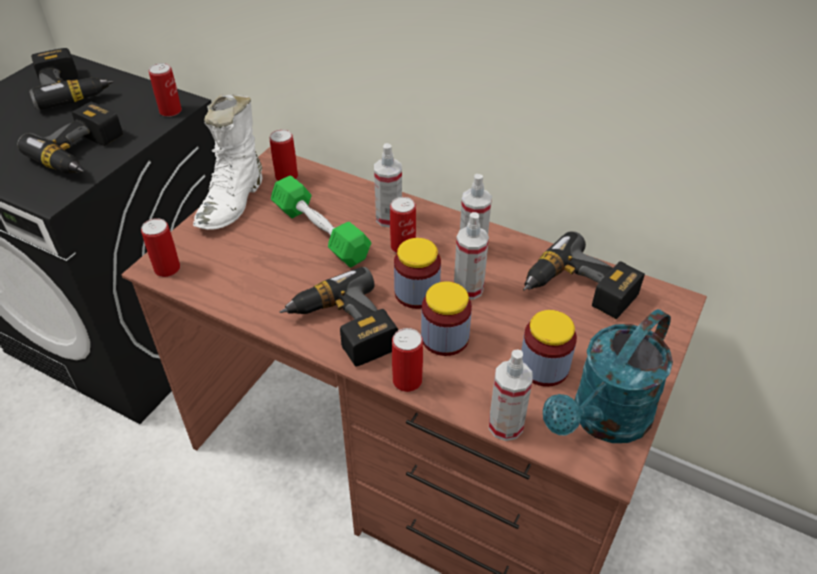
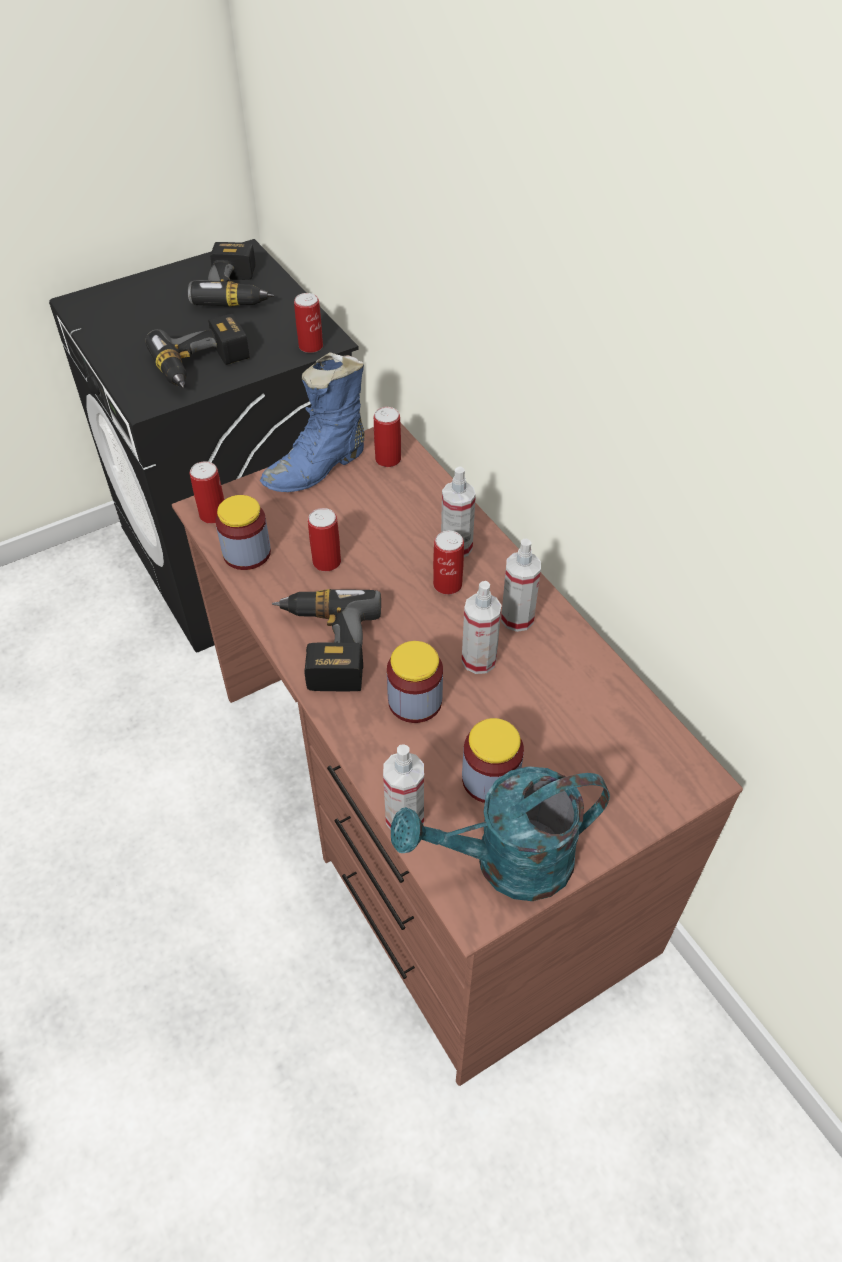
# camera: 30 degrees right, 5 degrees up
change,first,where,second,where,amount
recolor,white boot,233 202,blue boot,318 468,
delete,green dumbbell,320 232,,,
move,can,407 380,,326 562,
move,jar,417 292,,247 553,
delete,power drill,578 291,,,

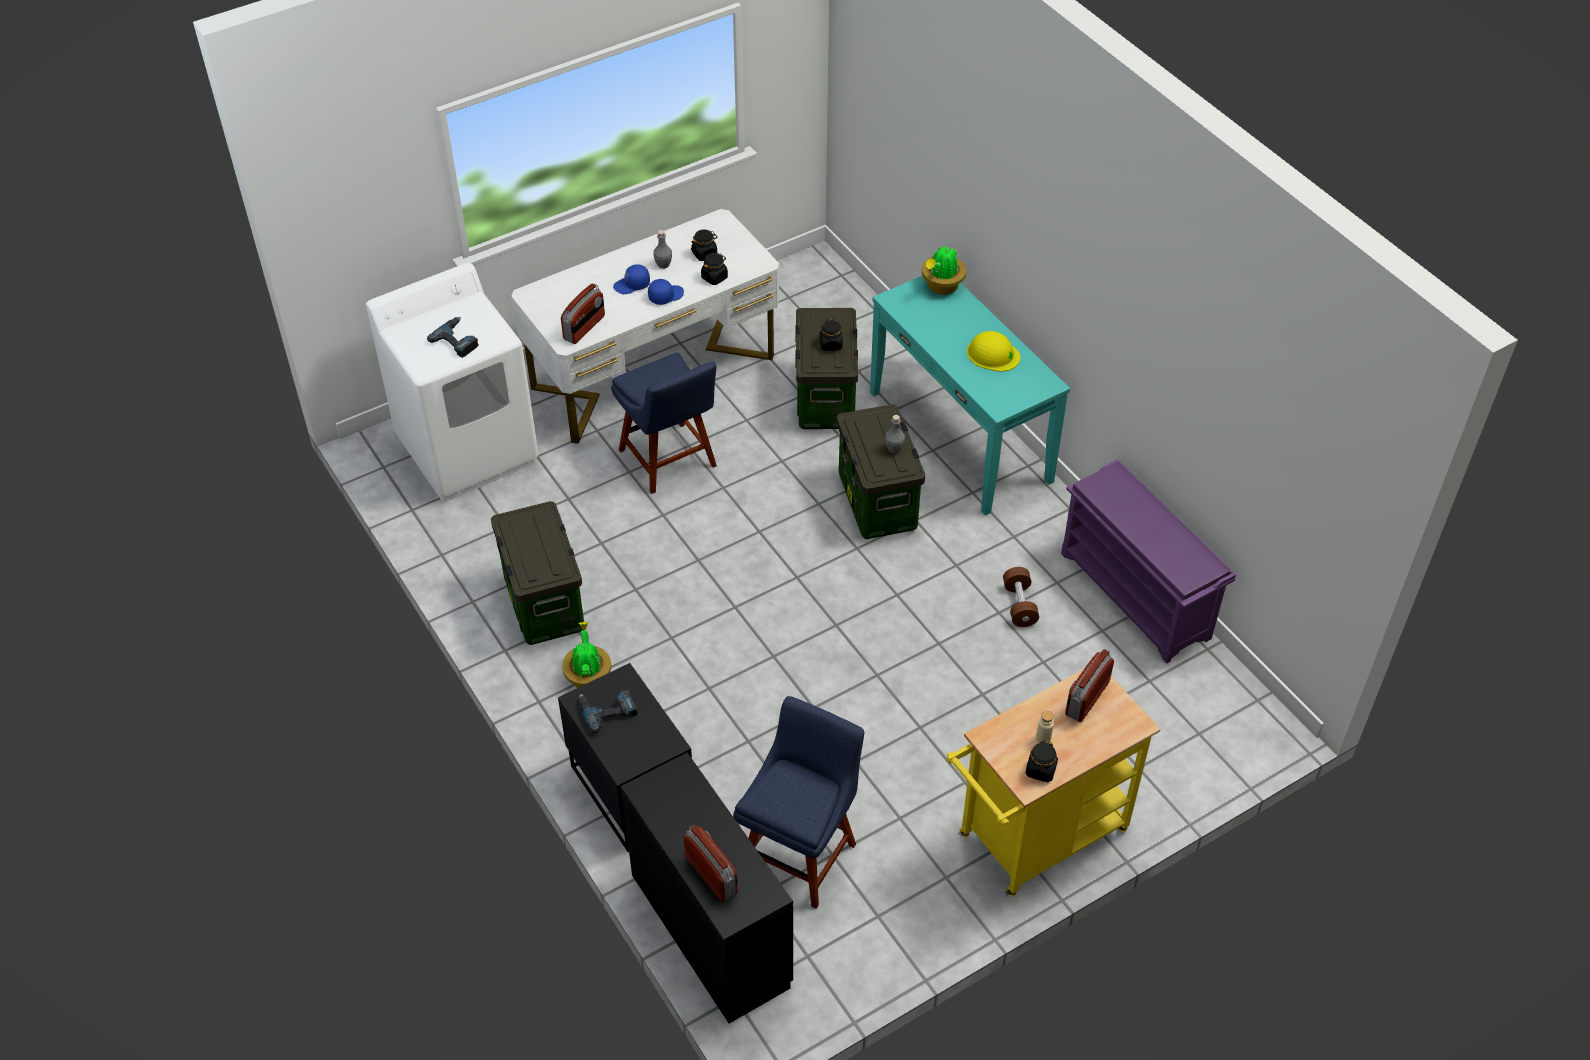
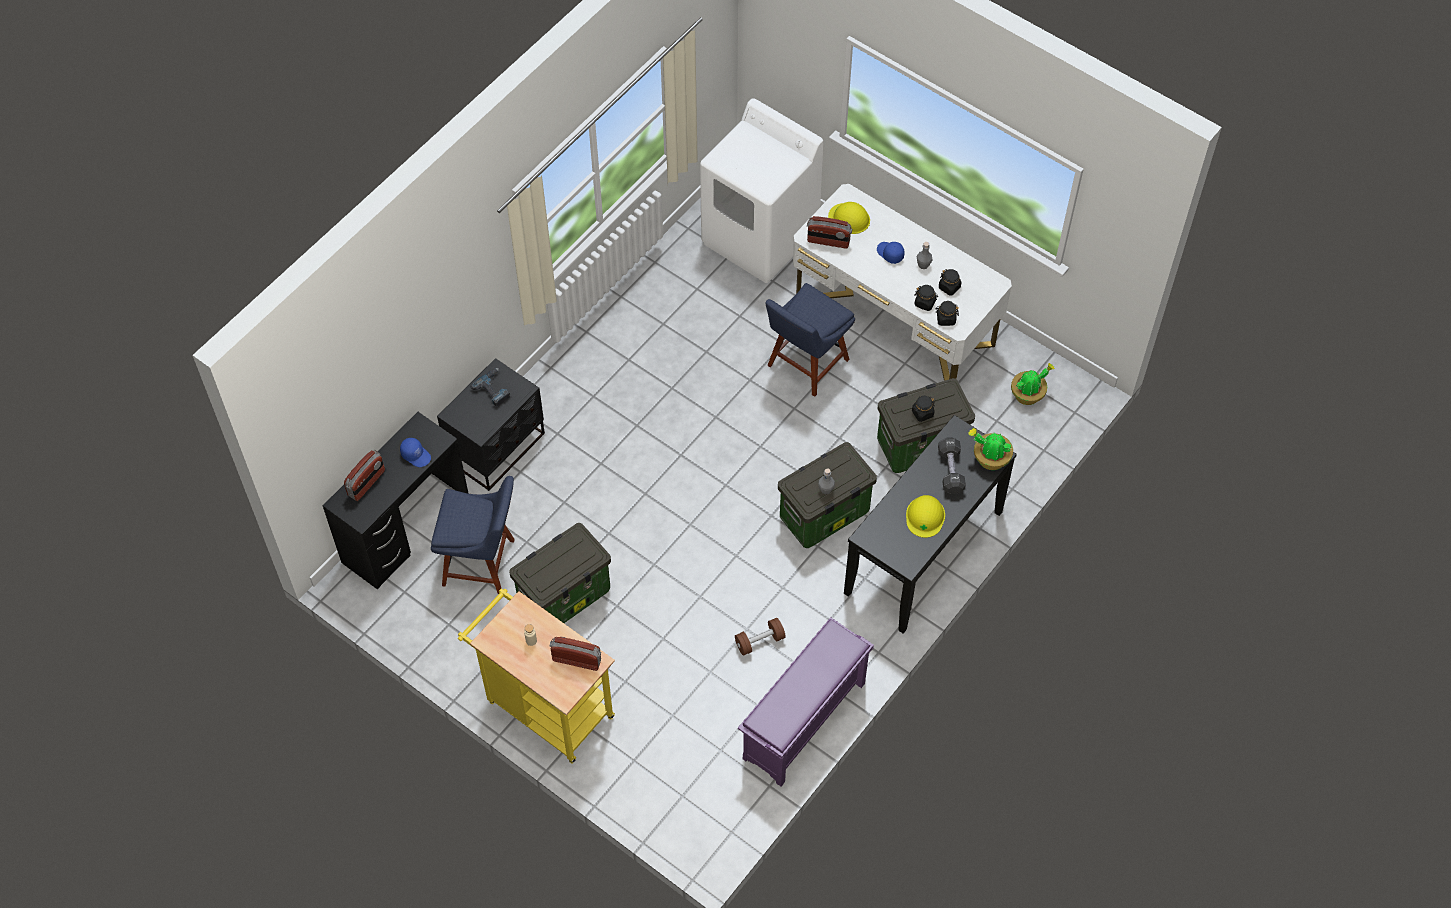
# camera: 70 degrees right, 10 degrees up
change,first,where,second,where,amount
delete,power drill,457 340,,,
move,storage box,543 603,,565 596,
move,potted plant,588 676,,1028 394,
move,blue cap,665 295,,416 455,
recolor,turquoise console table,960 436,black console table,924 552,
move,black jar,1041 770,,945 319,
insert,,,yellow hard hat,849 218,
insert,,,black dumbbell,950 471,

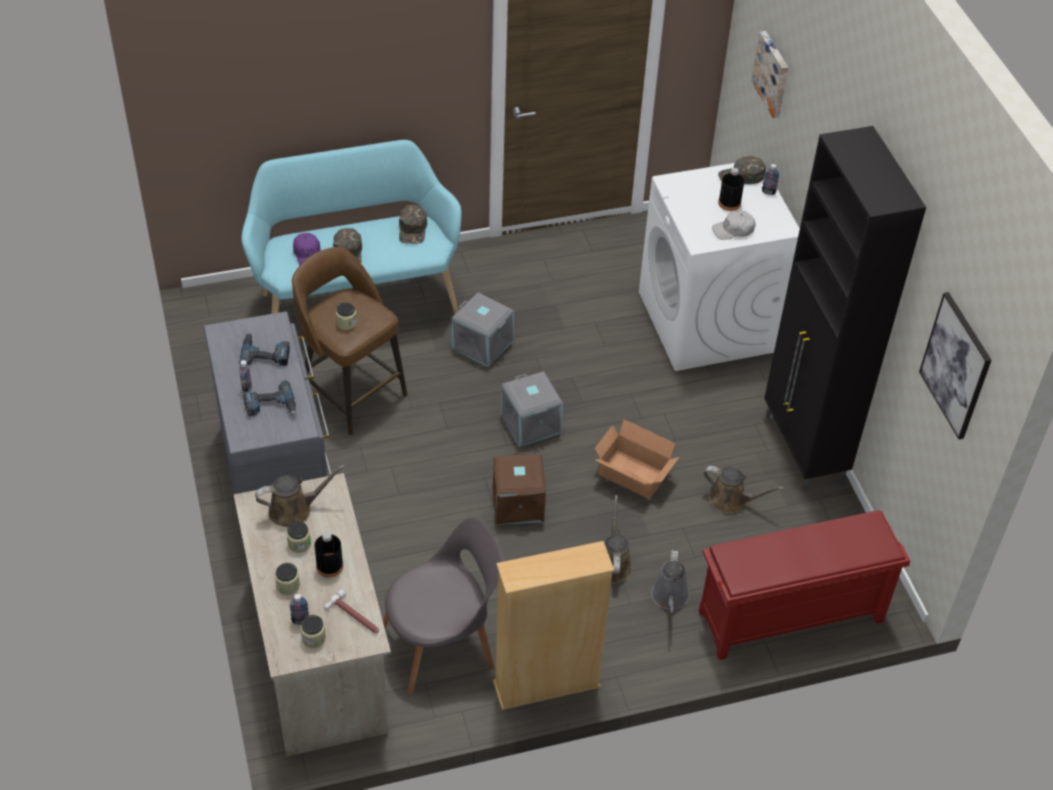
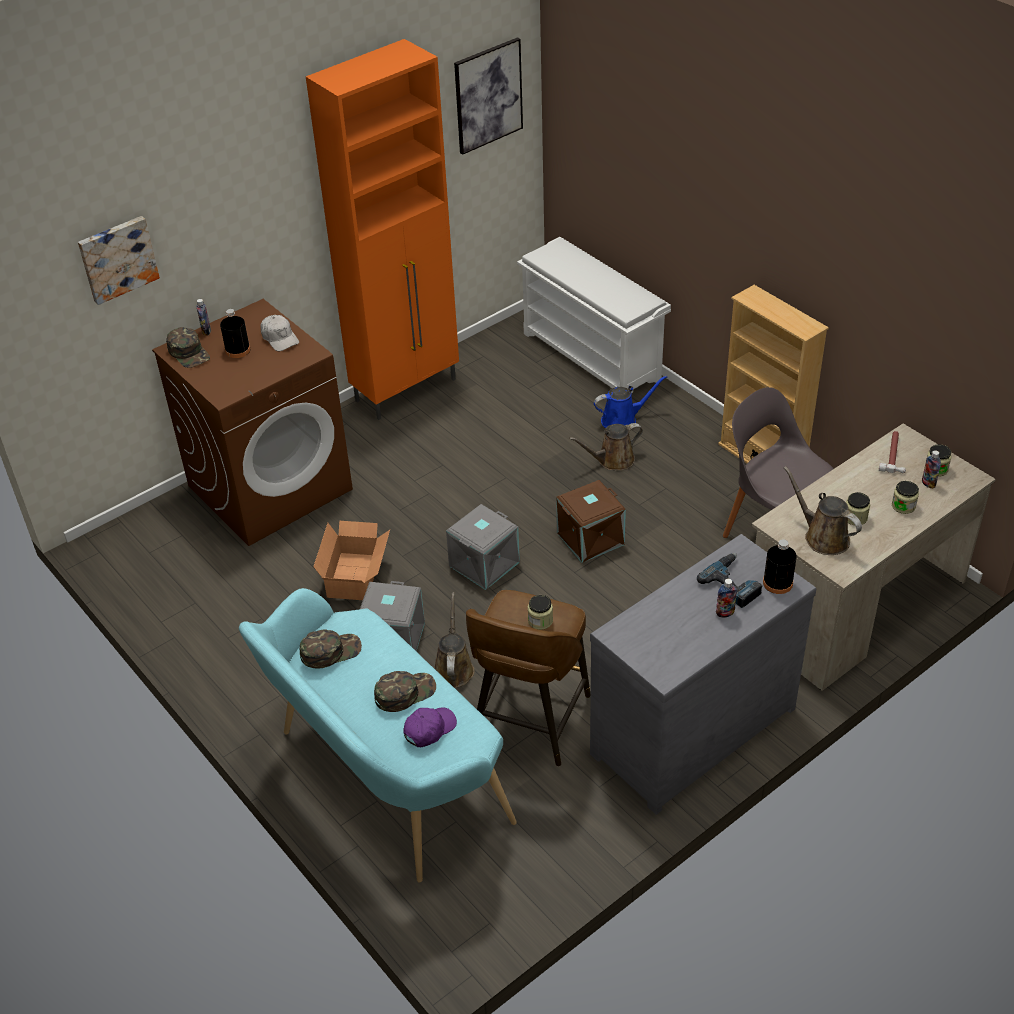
# camera: 110 degrees left, 5 degrees down
change,first,where,second,where,amount
delete,power drill,265 353,,,
move,black bottle,329 566,,777 583,
move,cardboard box,633 476,,357 575,
recolor,white washing machine,707 322,brown washing machine,270 487,
recolor,grey watering can,670 598,blue watering can,622 420,
recolor,red shoe rack,789 618,white shoe rack,593 357,
move,brown watering can,731 500,,453 668,
recolor,black cabinet,803 450,orange cabinet,407 389,

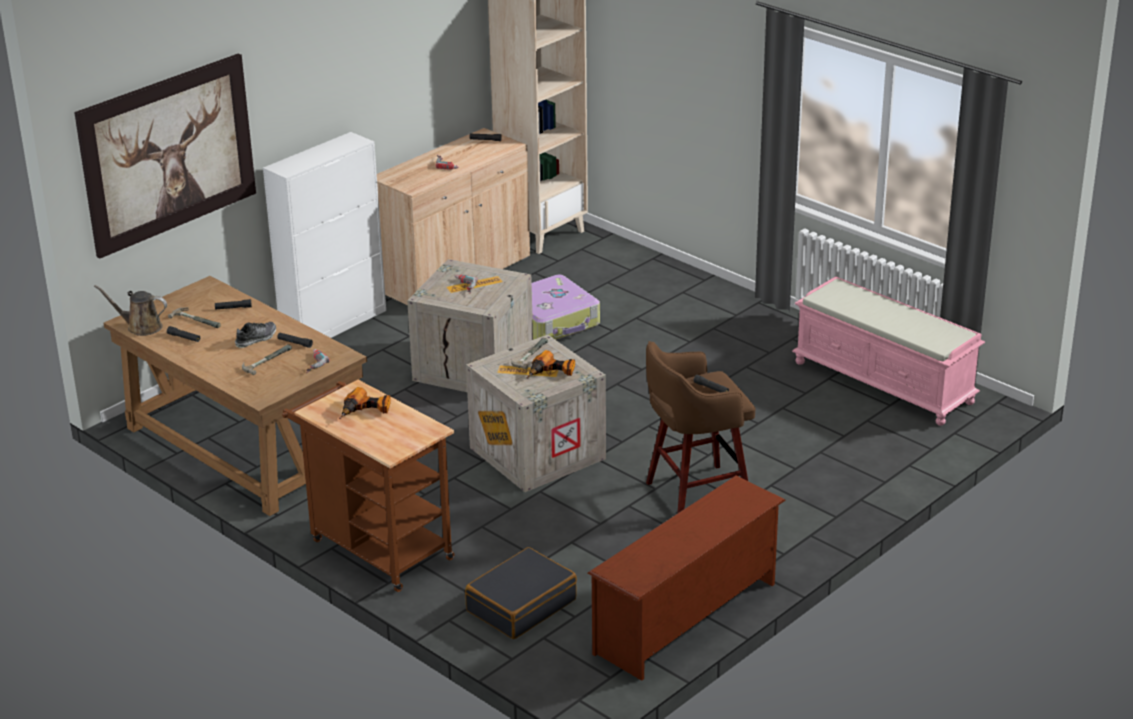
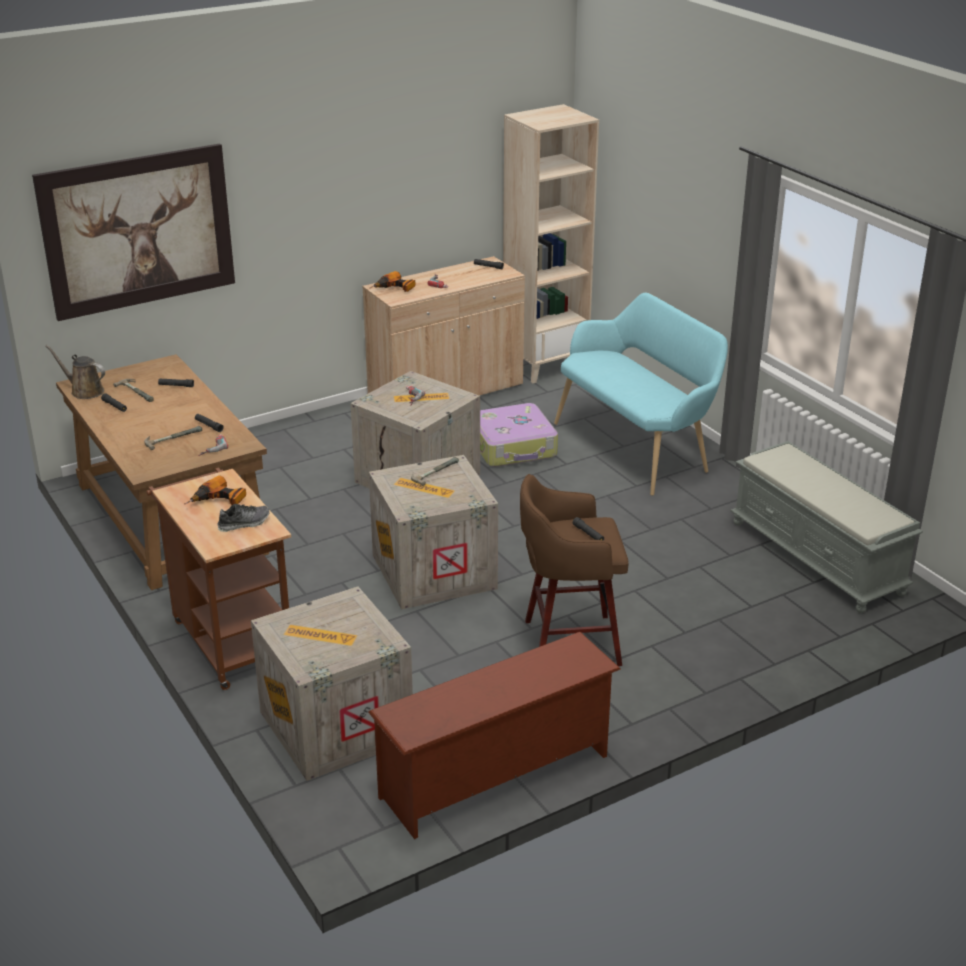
# camera: 15 degrees right, 0 degrees up
change,first,where,second,where,amount
move,shoe,256 339,,244 523,
delete,white cabinet,334 324,,,
replace,black suitcase,521 605,crate,335 728,
move,power drill,552 373,,394 289,
recolor,pink bench,885 382,grey bench,818 557,
insert,,,turquoise bench,637 447,

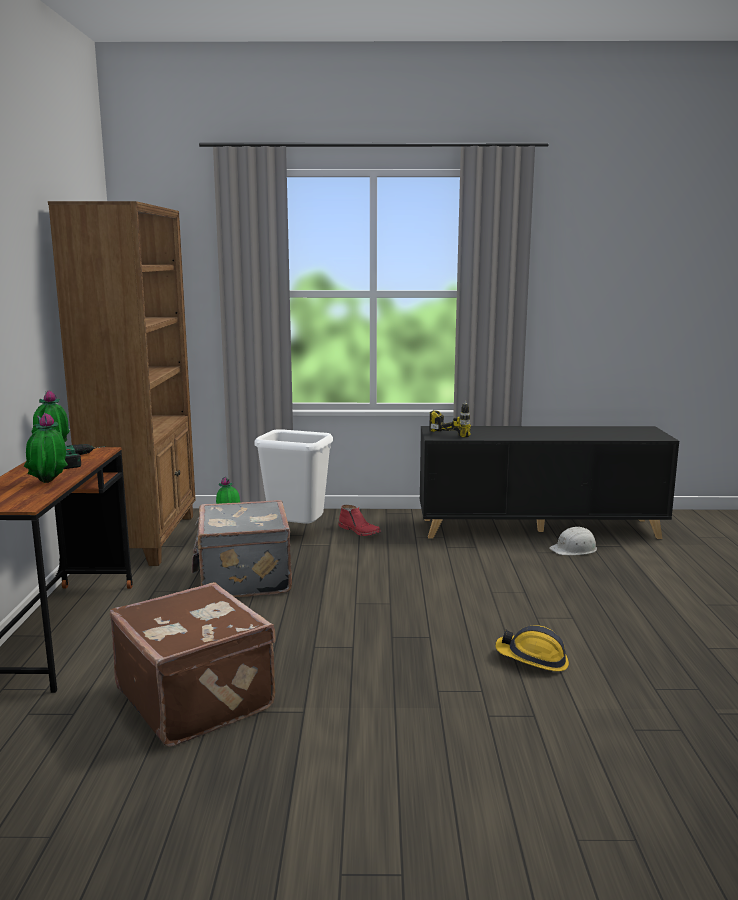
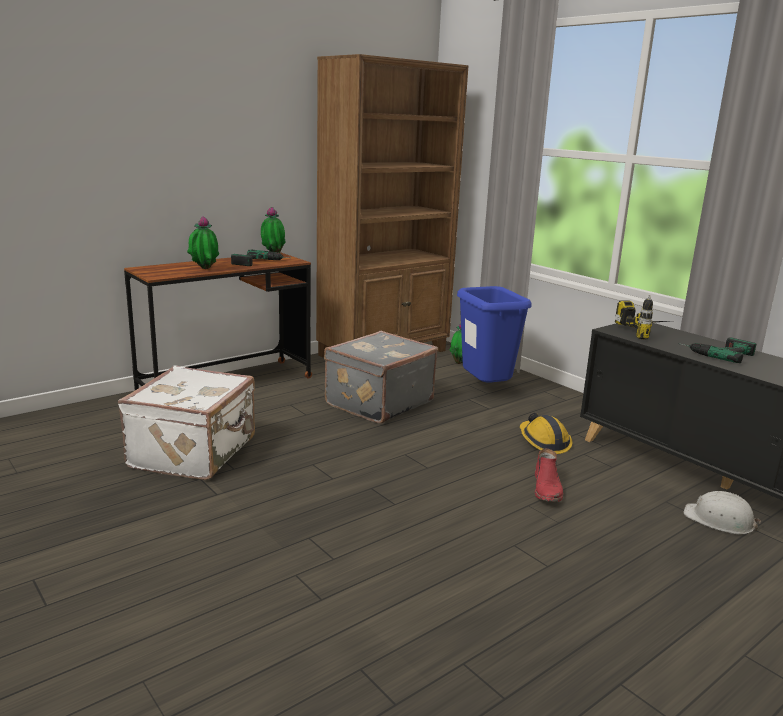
# camera: 50 degrees right, 5 degrees up
change,first,where,second,where,amount
recolor,brown suitcase,197 697,white suitcase,195 453,
recolor,white trash can,297 533,blue trash can,485 390,
move,red boot,360 531,,547 489,
move,hard hat,533 659,,543 441,
insert,,,power drill,715 352,

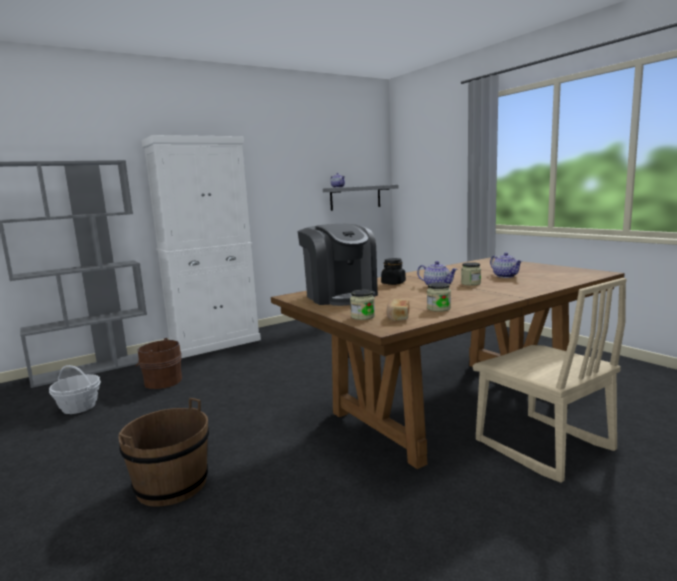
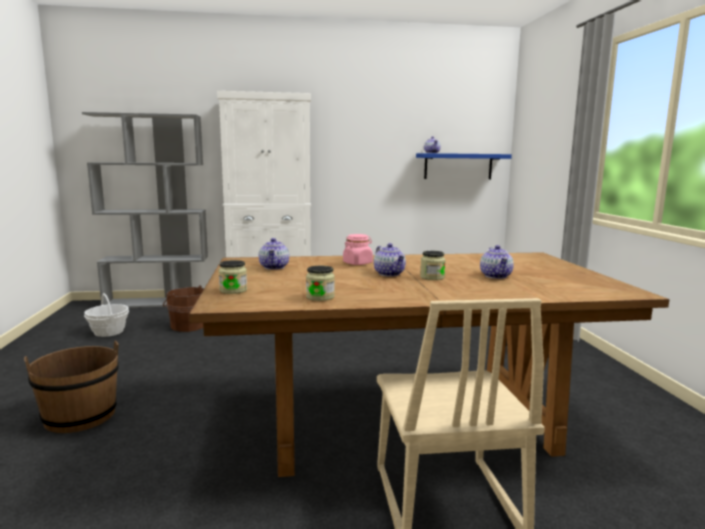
# camera: 25 degrees right, 0 degrees up
change,first,where,second,where,amount
replace,coffee machine,340 296,teapot,274 267,
recolor,grey shelf,355 197,blue shelf,458 166,
recolor,black jar,393 283,pink jar,357 263,
delete,bread,398 317,,,

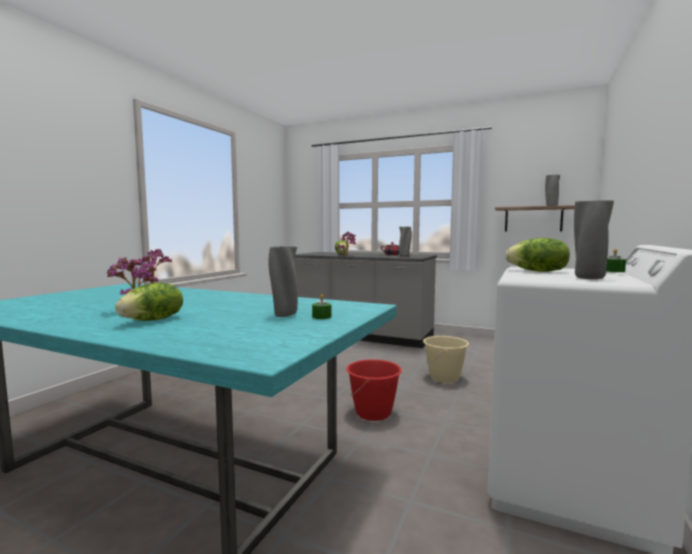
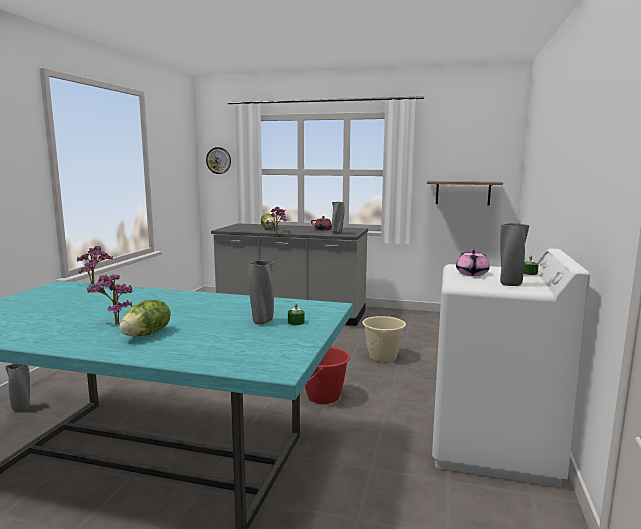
# camera: 10 degrees left, 5 degrees up
change,first,where,second,where,amount
replace,lettuce,538 271,pink teapot,471 274,
move,grey vase,551 206,,22 408,
insert,,,wall clock,218 160,

